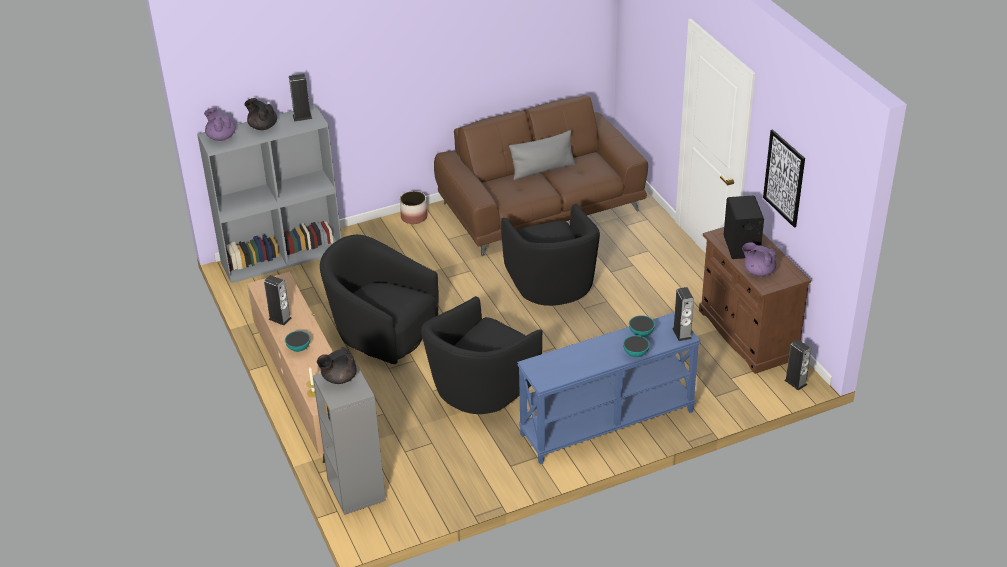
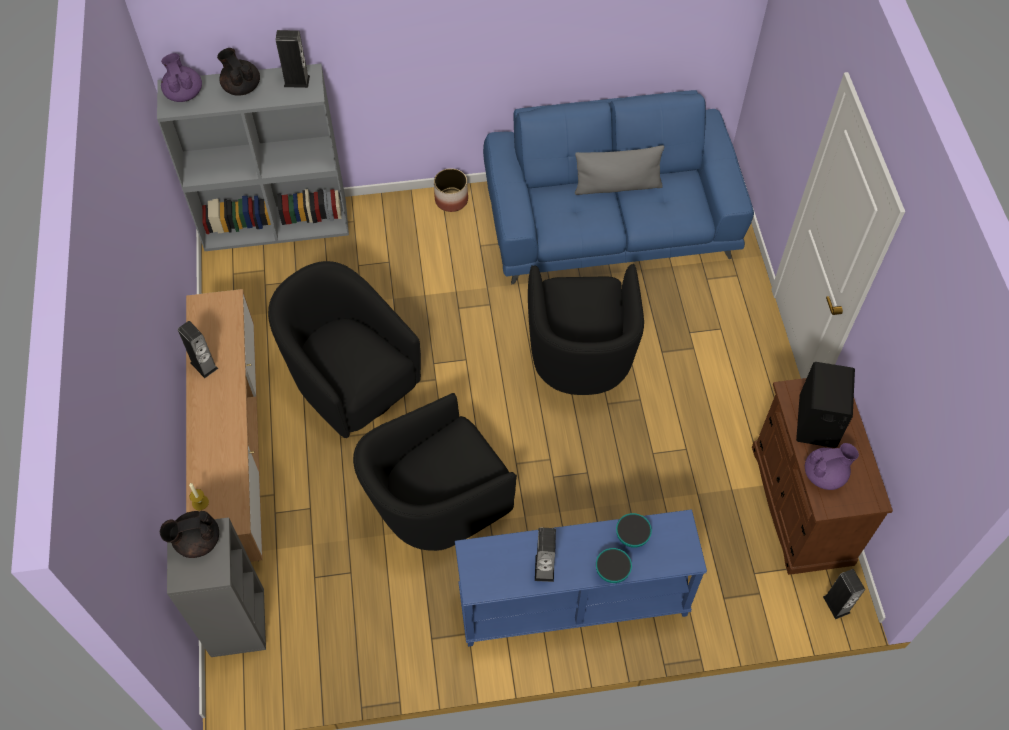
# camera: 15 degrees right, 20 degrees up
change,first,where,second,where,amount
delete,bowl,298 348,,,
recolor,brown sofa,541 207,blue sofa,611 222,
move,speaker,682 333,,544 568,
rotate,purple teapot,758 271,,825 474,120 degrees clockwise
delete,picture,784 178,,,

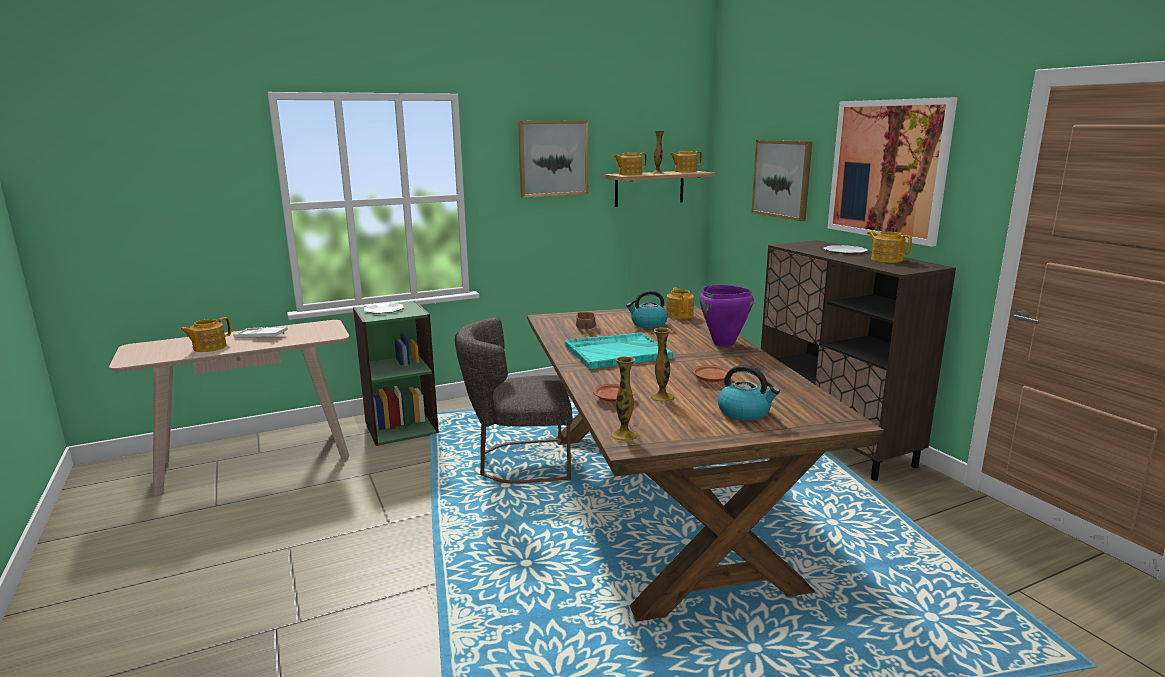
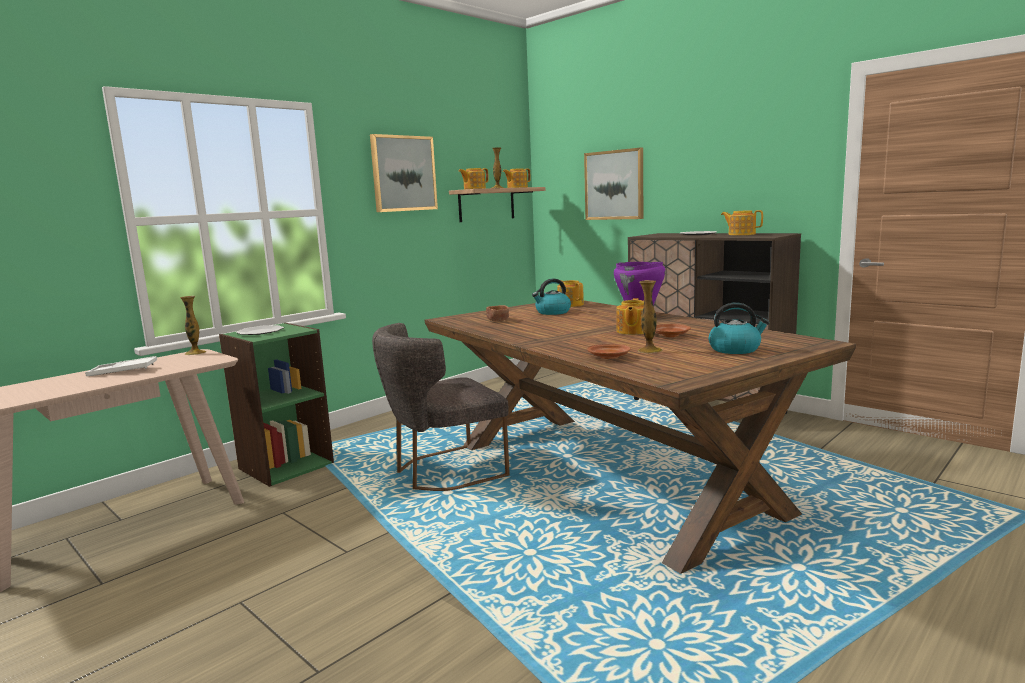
# camera: 20 degrees left, 5 degrees down
change,first,where,second,where,amount
move,teapot,209 347,,632 331,
delete,turquoise tray,616 352,,,
move,vase,624 435,,195 353,
delete,picture,887 169,,,

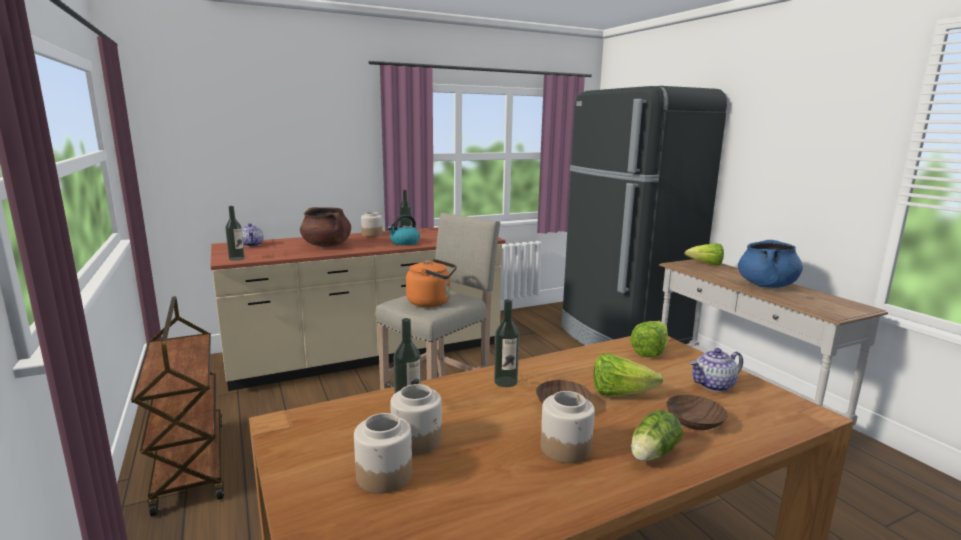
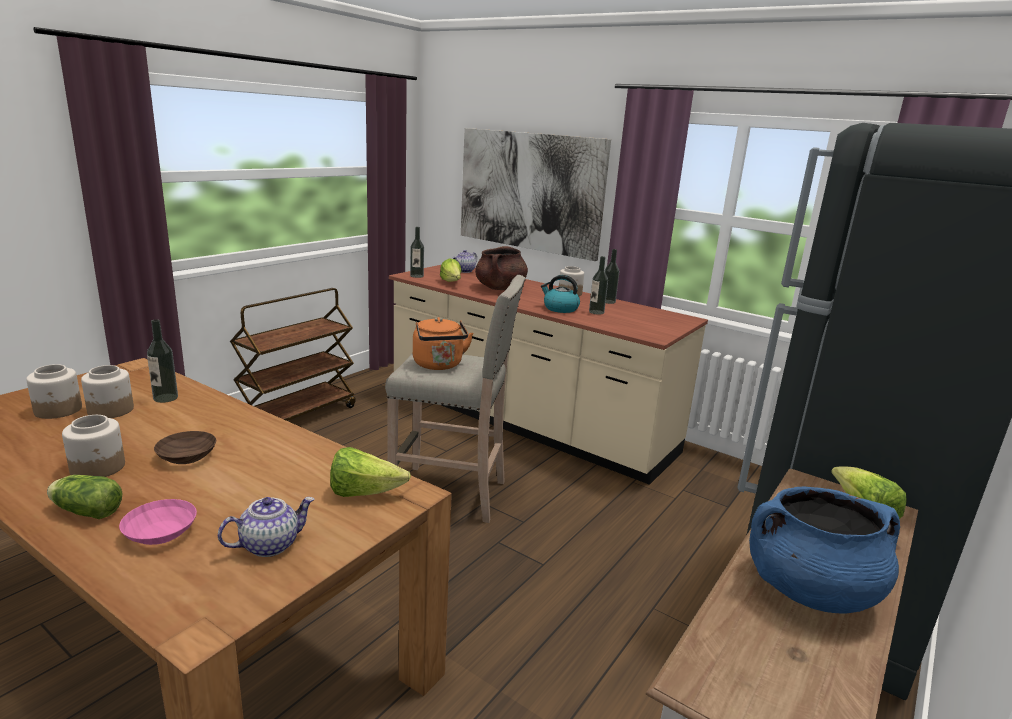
# camera: 60 degrees right, 5 degrees up
change,first,where,second,where,amount
move,bottle,505 382,,596 312,
move,lettuce,620 393,,452 283,
recolor,brown bowl,695 421,pink bowl,162 533,
rotate,teapot,713 385,,270 544,105 degrees clockwise
insert,,,picture,530 191,

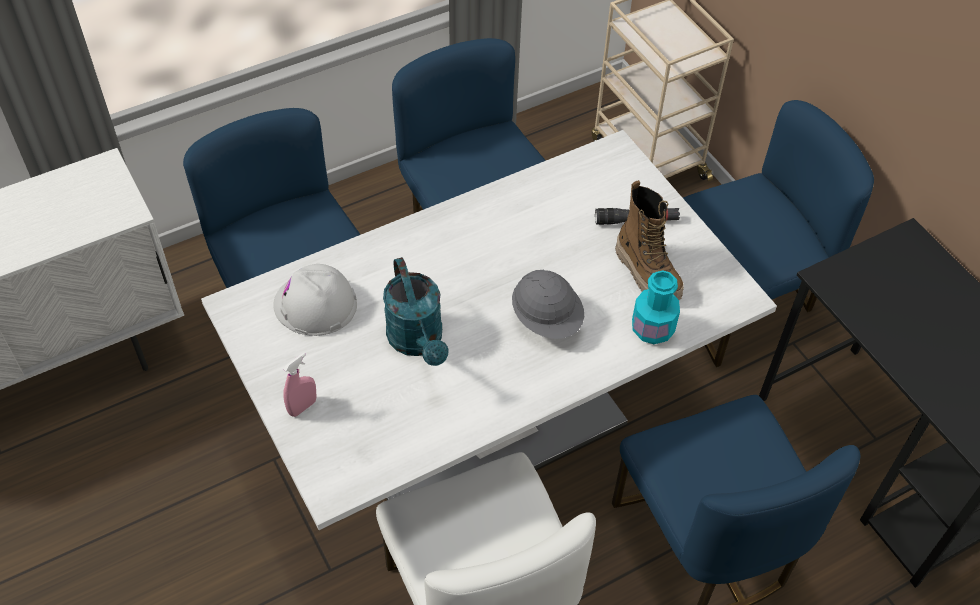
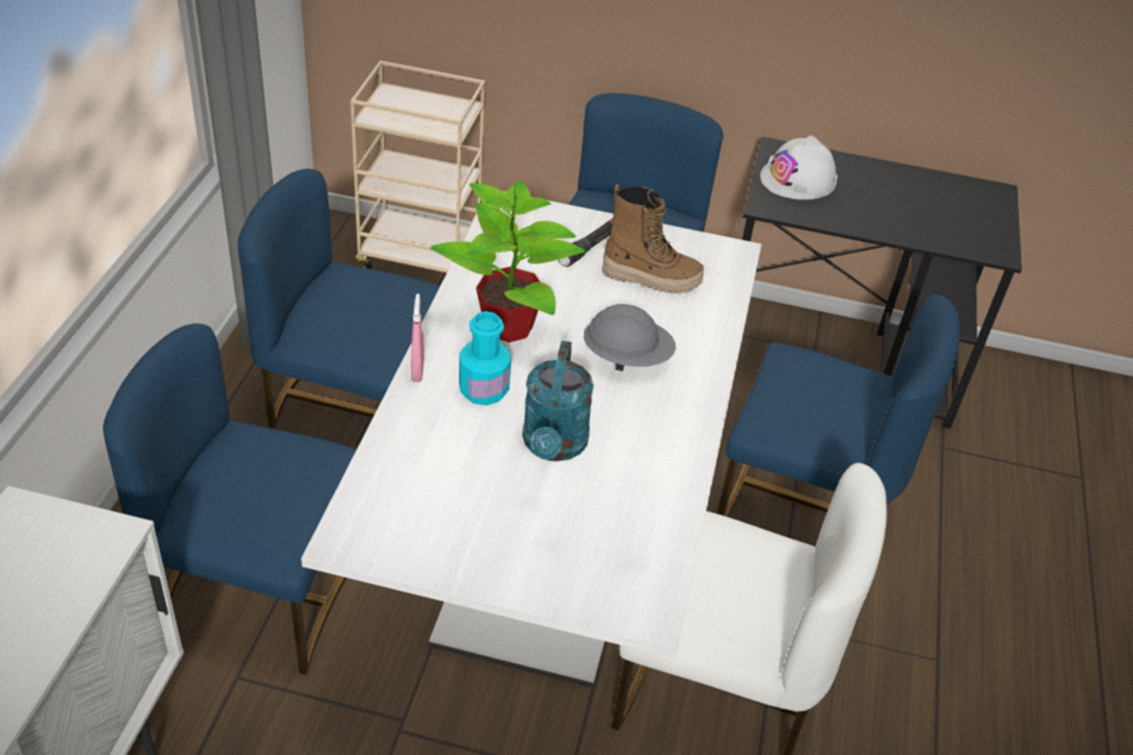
# camera: 50 degrees left, 10 degrees down
change,first,where,second,where,amount
move,white hard hat,315 304,,798 179,
move,pink spray bottle,302 407,,417 371,
rotate,turquoise watering can,418 341,,553 446,75 degrees clockwise
move,turquoise bottle,652 329,,483 390,
insert,,,potted plant,510 326,

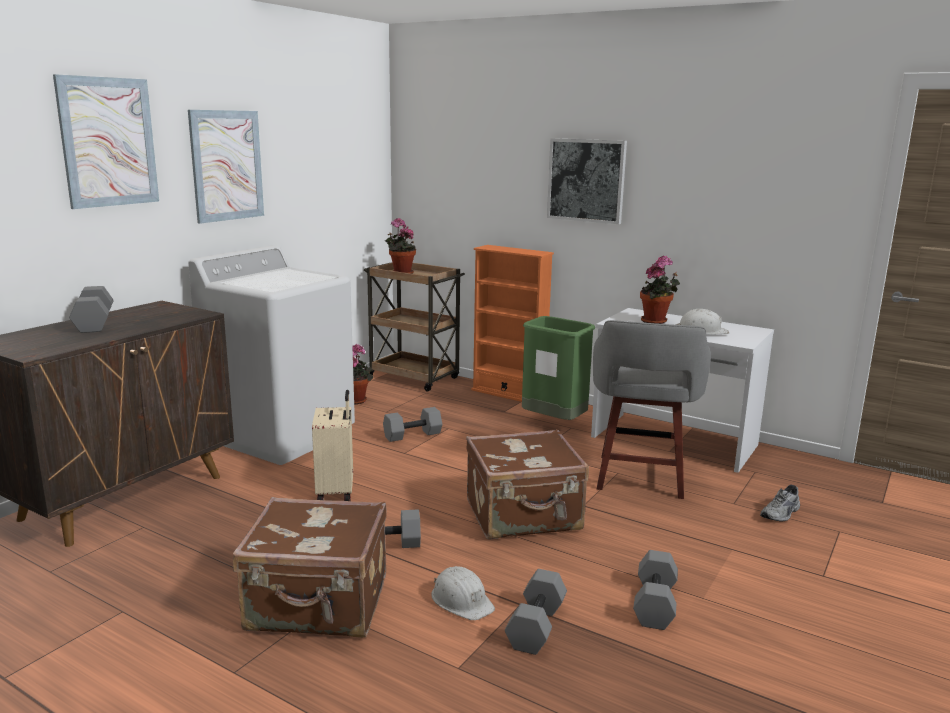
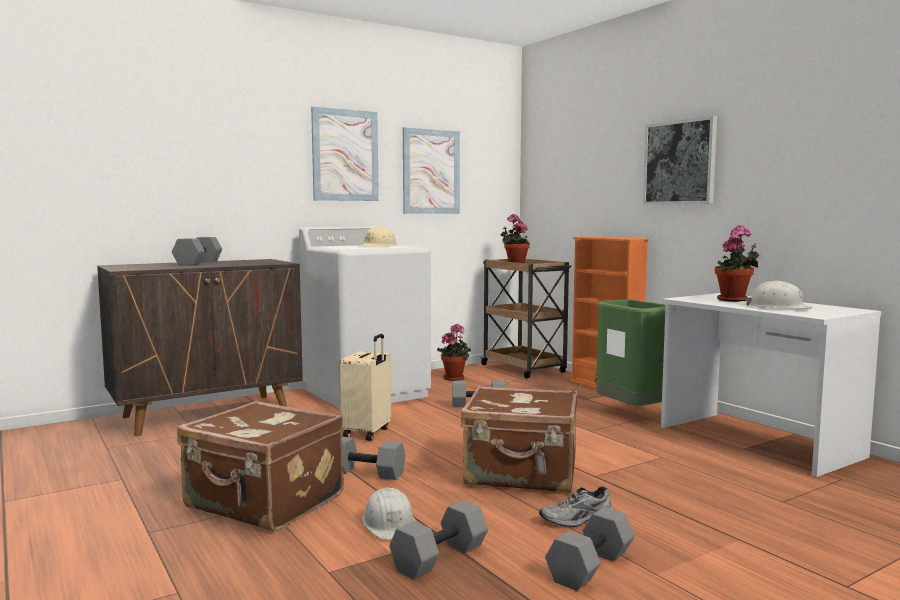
# camera: 25 degrees right, 10 degrees down
change,first,where,second,where,amount
move,picture,108 142,,431 172,
delete,grey stool,640 478,,,
move,grey shoe,781 514,,577 520,
insert,,,beige hard hat,379 246,

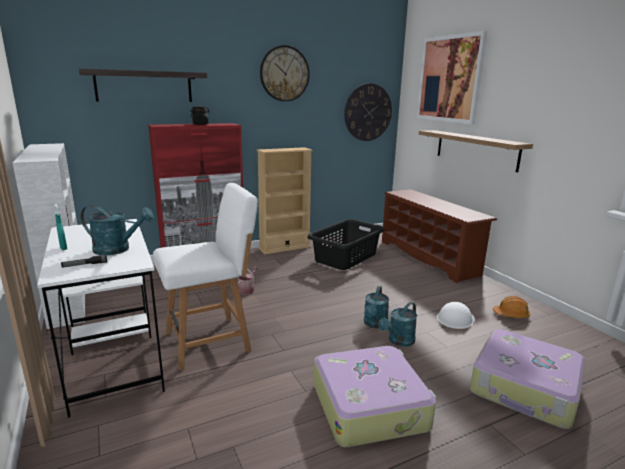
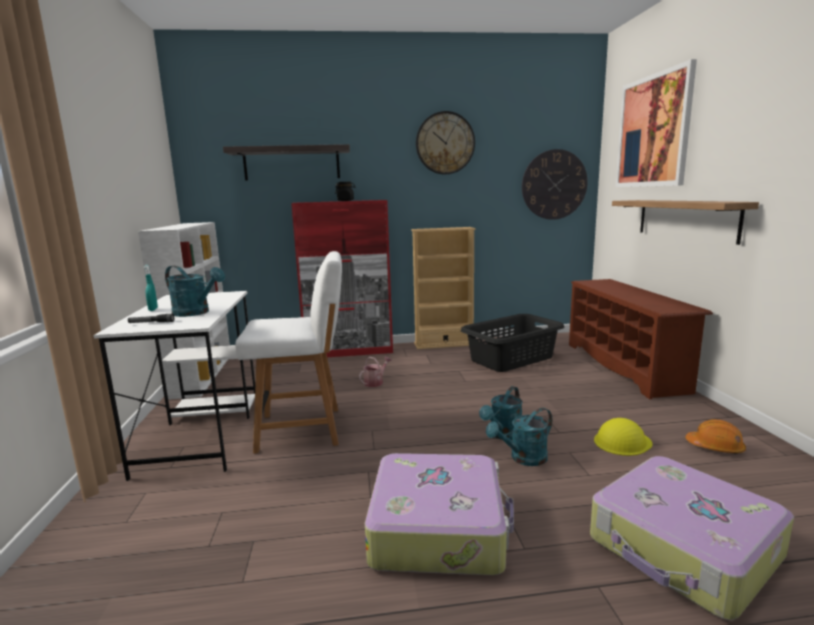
# camera: 20 degrees right, 5 degrees down
change,first,where,second,where,amount
recolor,white hard hat,455 318,yellow hard hat,622 442,

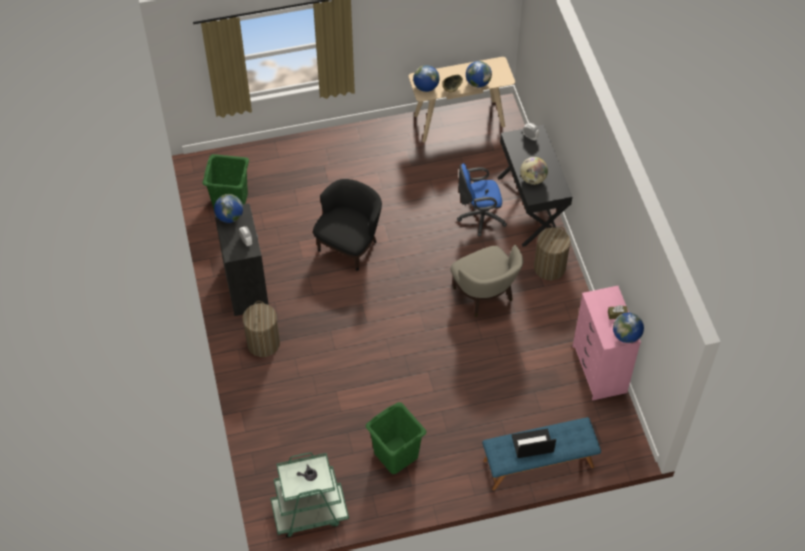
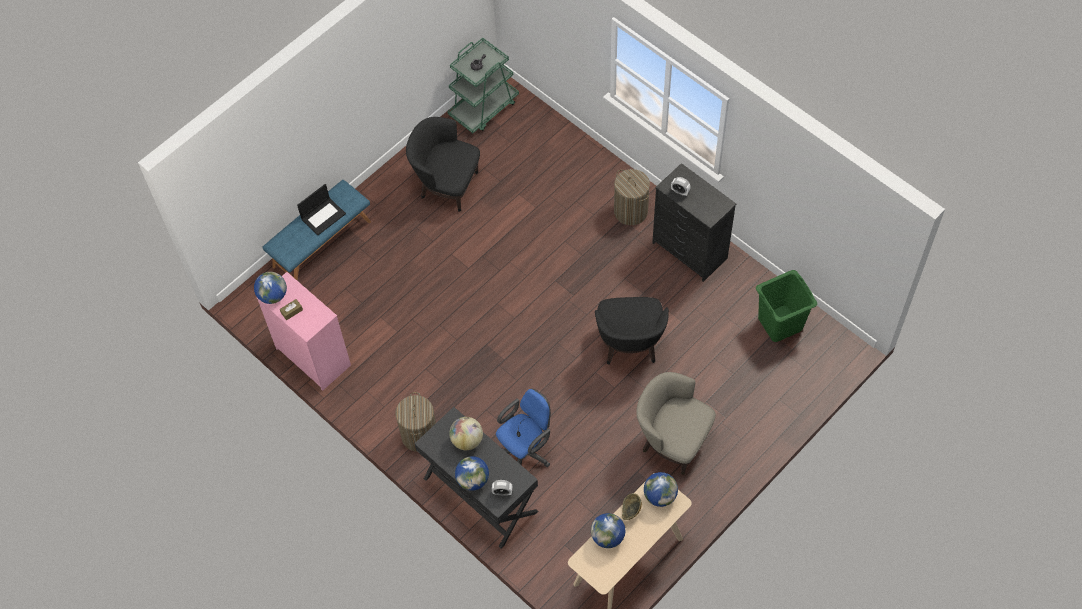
# camera: 150 degrees right, 5 degrees up
change,first,where,second,where,amount
move,globe,230 217,,473 480,
replace,green laundry basket,396 455,black armchair,446 185,
move,beige armchair,485 295,,672 441,

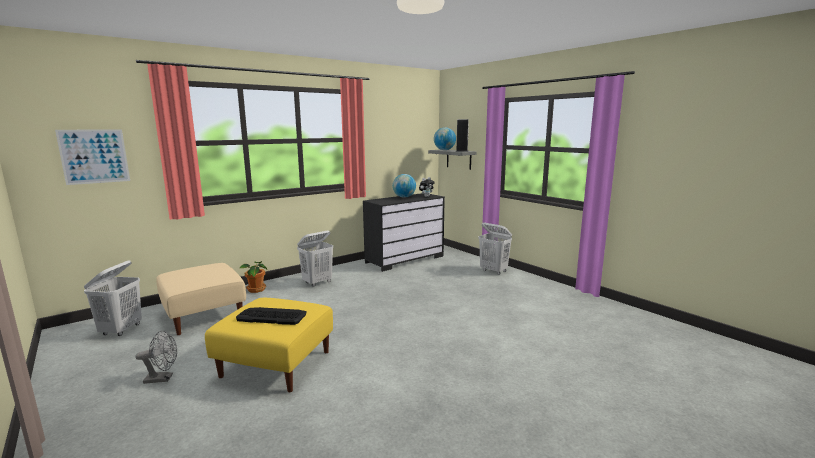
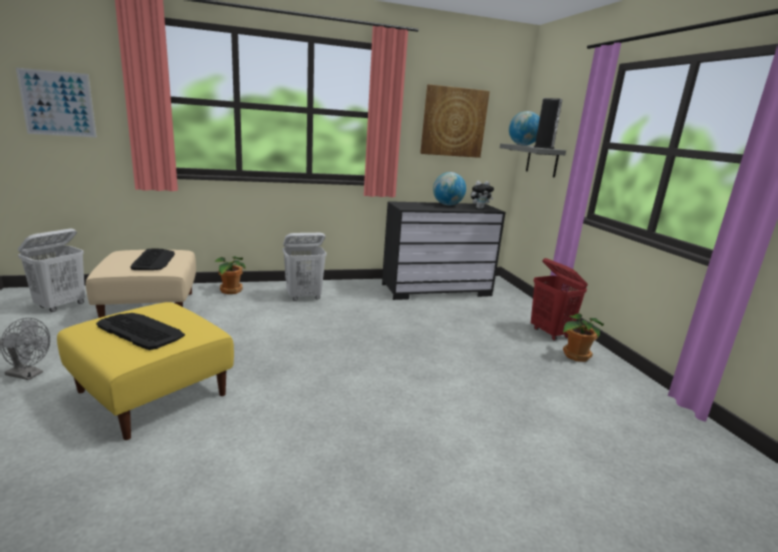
# camera: 20 degrees right, 5 degrees up
change,first,where,second,where,amount
recolor,white laundry basket,494 271,red laundry basket,550 333,
insert,,,keyboard,154 260,
insert,,,picture,453 122,
insert,,,potted plant,575 355,

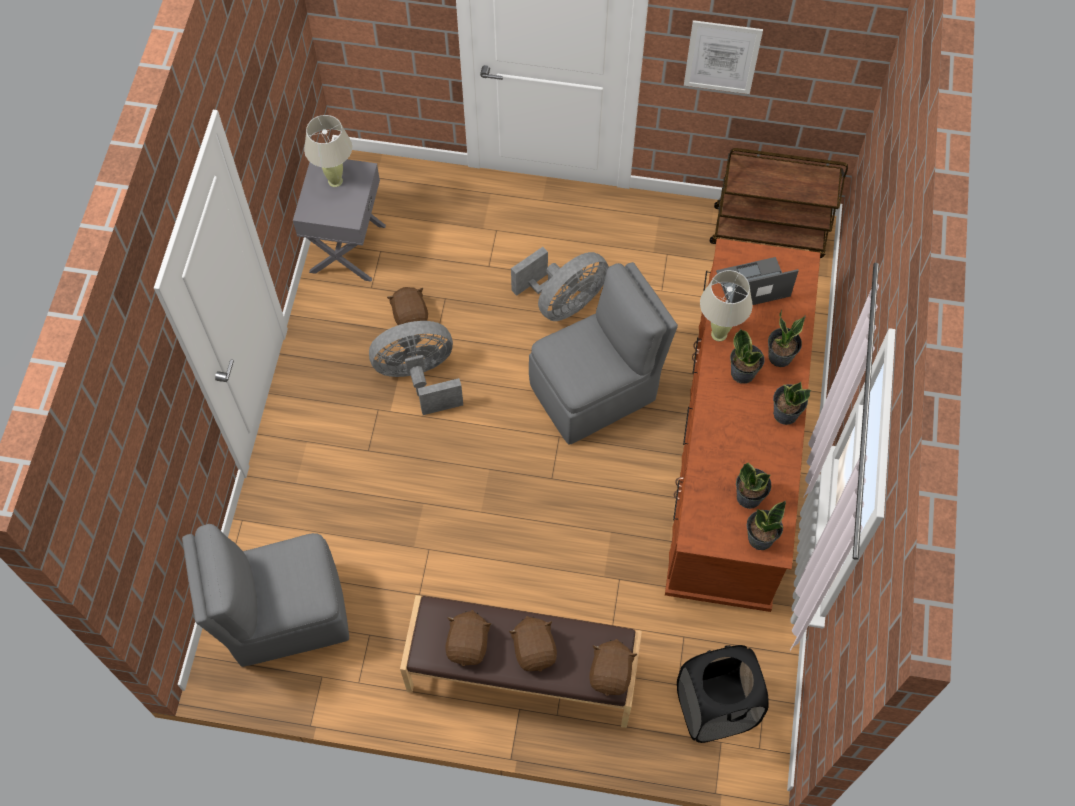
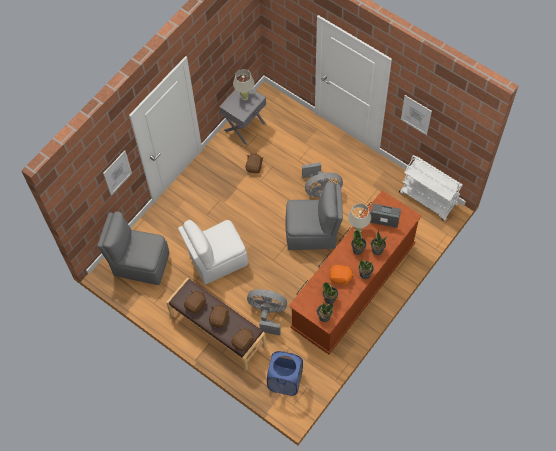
# camera: 30 degrees right, 0 degrees up
change,first,where,second,where,amount
move,grey fan,419 377,,268 313,
recolor,black laundry basket,715 708,blue laundry basket,285 381,
recolor,brown cart,769 231,white cart,428 199,
insert,,,picture,117 172,
insert,,,white chair,216 260,
insert,,,orange plush toy,340 277,

